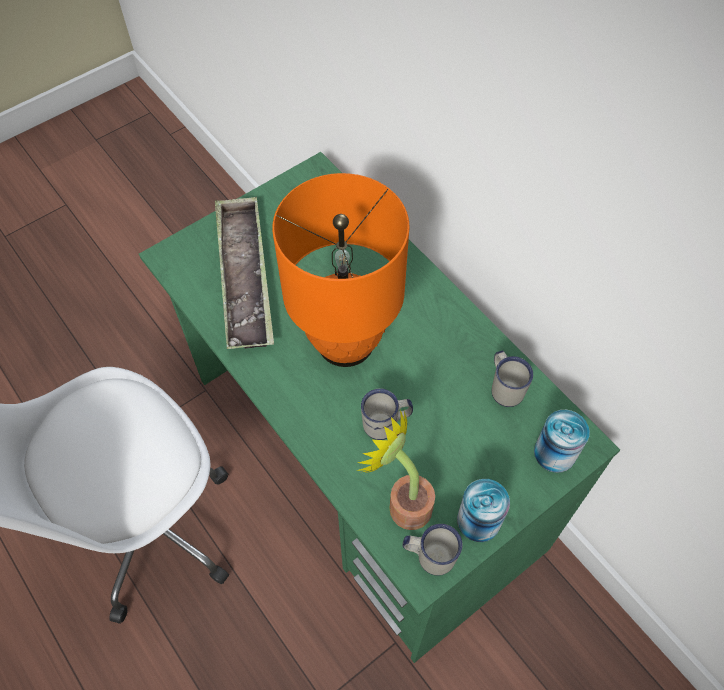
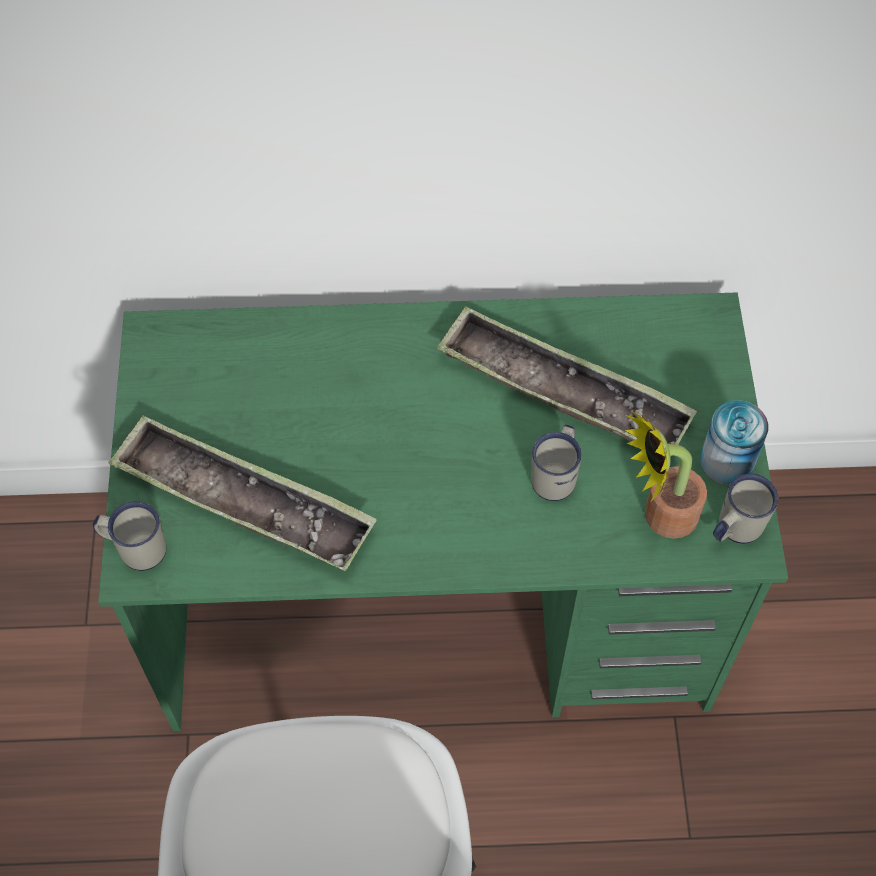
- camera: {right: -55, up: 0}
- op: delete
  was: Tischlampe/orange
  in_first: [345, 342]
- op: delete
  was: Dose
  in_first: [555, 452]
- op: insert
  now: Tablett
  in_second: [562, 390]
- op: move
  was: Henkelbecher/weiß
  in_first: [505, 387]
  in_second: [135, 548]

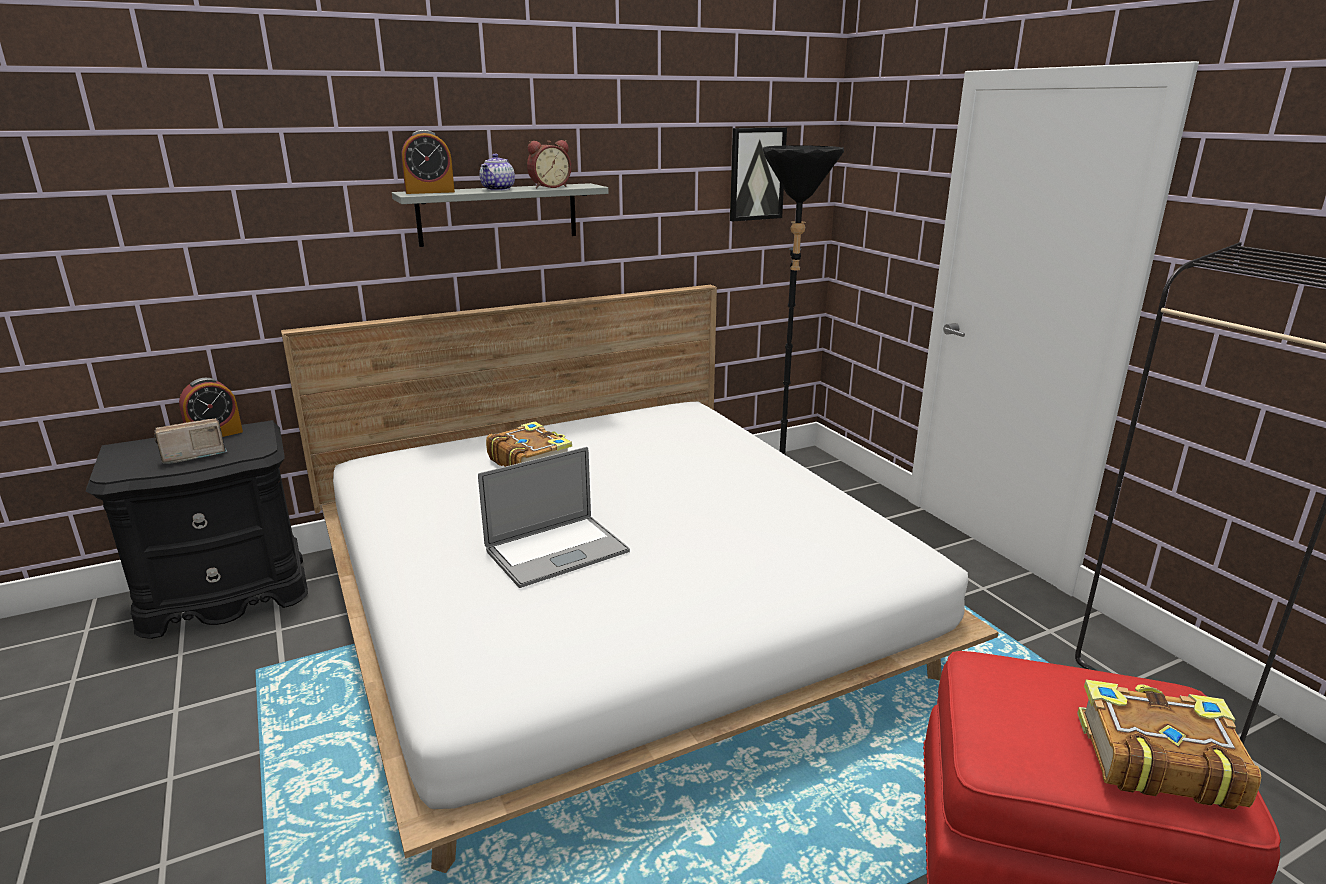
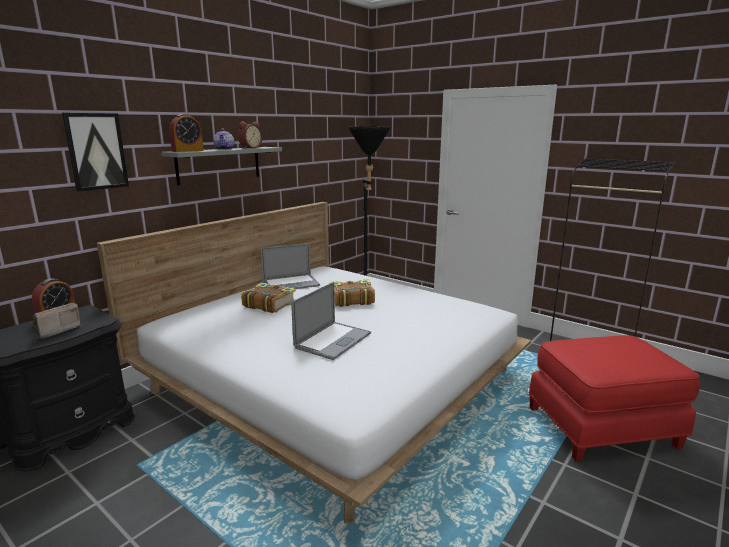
- camera: {right: -25, up: -5}
- op: insert
  now: Laptop
  in_second: [291, 284]
- op: move
  was: Bild
  in_first: [756, 174]
  in_second: [96, 151]
- op: move
  was: Buch
  in_first: [1155, 759]
  in_second: [351, 299]

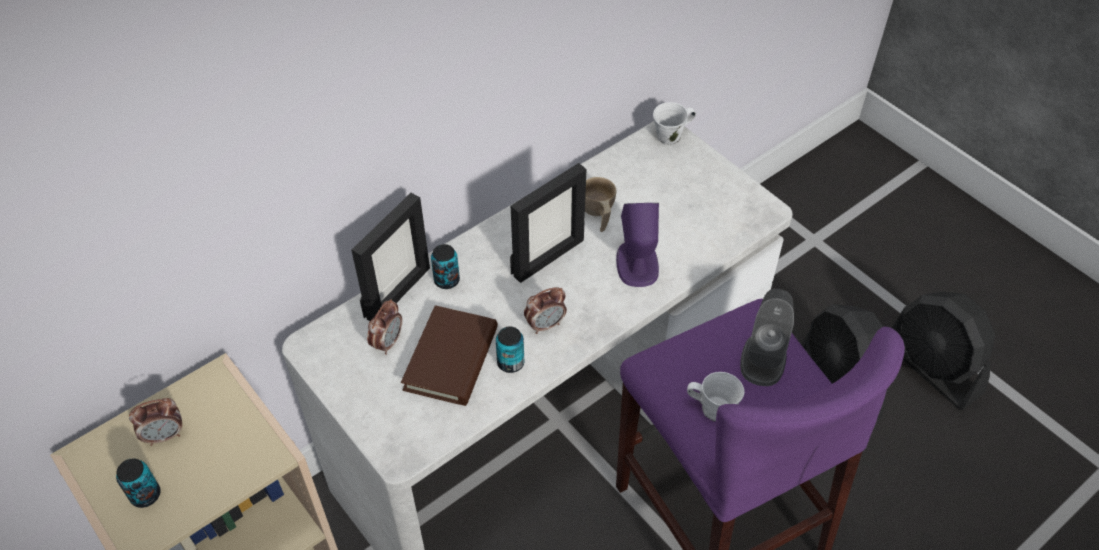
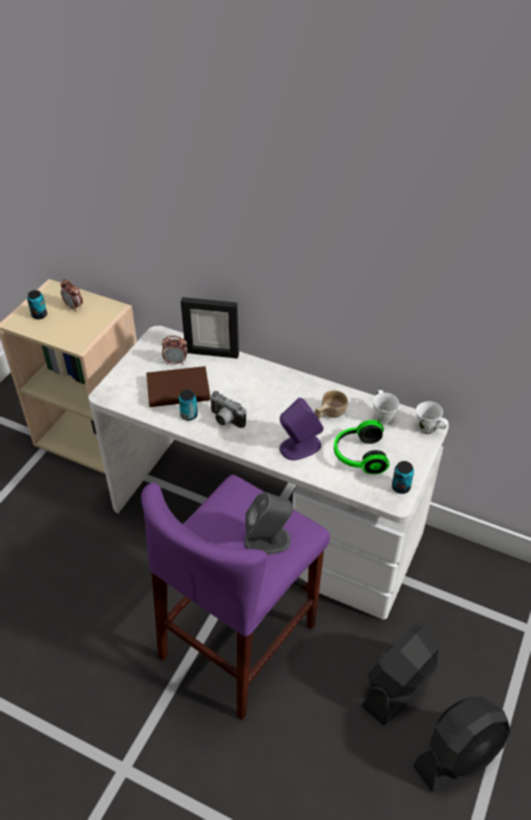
- camera: {right: 65, up: -5}
- op: delete
  was: Bilderrahmen
  in_first: [547, 257]
- op: insert
  now: Kopfhörer
  in_second: [358, 456]
- op: move
  was: Dose
  in_first: [447, 280]
  in_second: [401, 487]
- op: move
  was: Henkelbecher/weiß
  in_first: [714, 408]
  in_second: [382, 417]
- op: replace
  was: Wecker
  now: Kamera
  in_first: [545, 325]
  in_second: [225, 420]
- op: rotate
  was: Ventilator/schwarz
  in_first: [932, 368]
  in_second: [458, 755]
  clockwise: -150

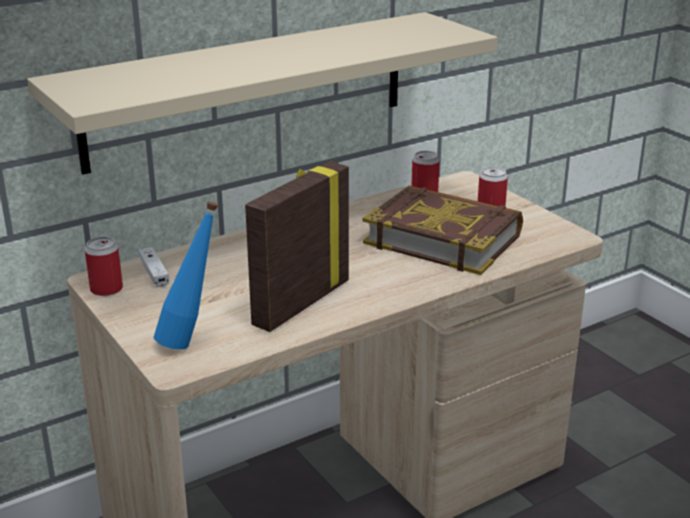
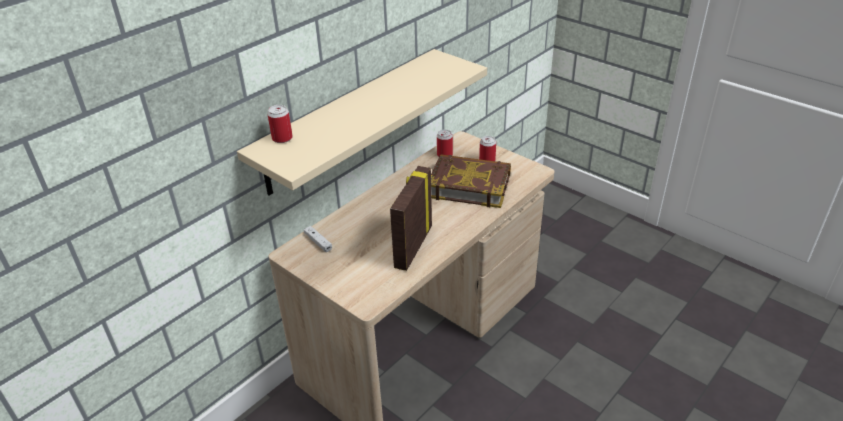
- camera: {right: -15, up: 10}
- op: delete
  was: Flasche/blau
  in_first: [191, 340]
- op: move
  was: Dose
  in_first: [106, 289]
  in_second: [282, 138]

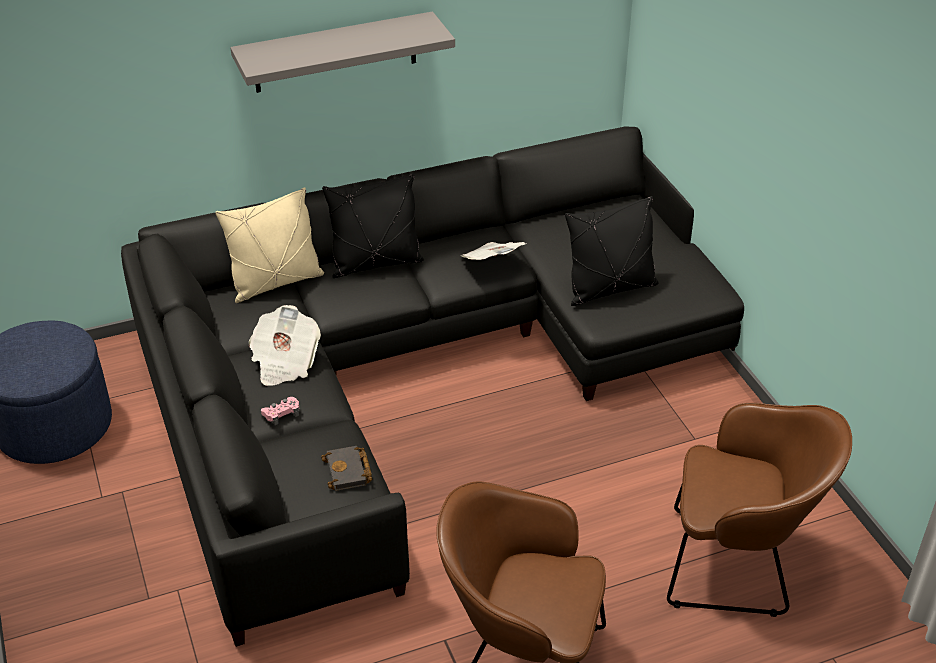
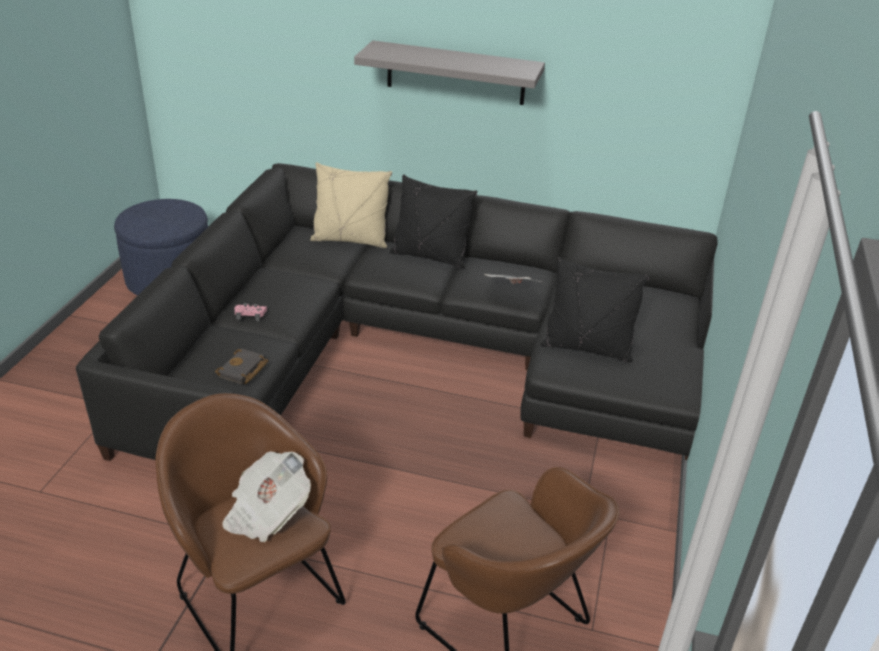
- camera: {right: 35, up: -5}
- op: move
  was: Zeitung
  in_first: [284, 362]
  in_second: [266, 512]

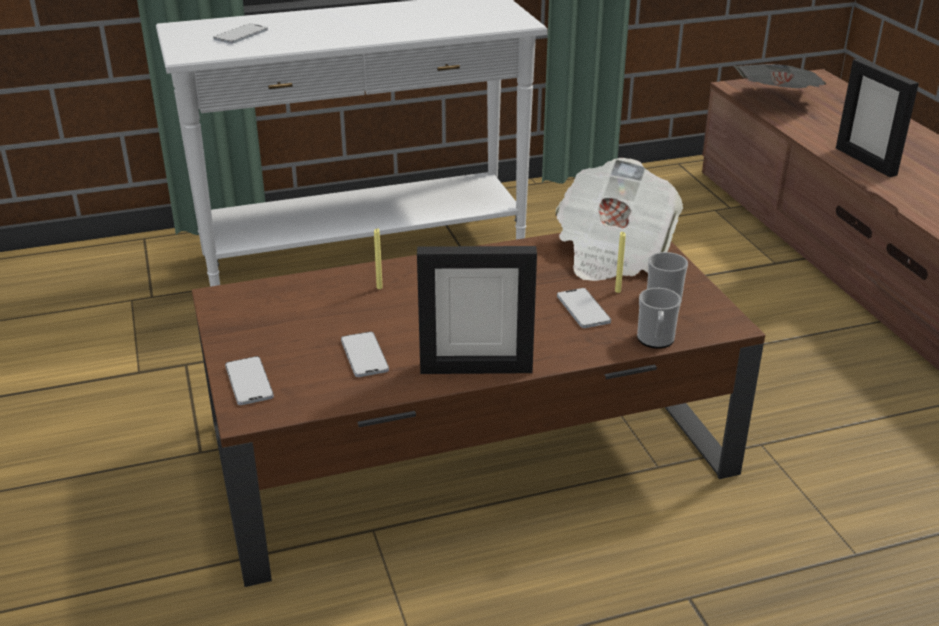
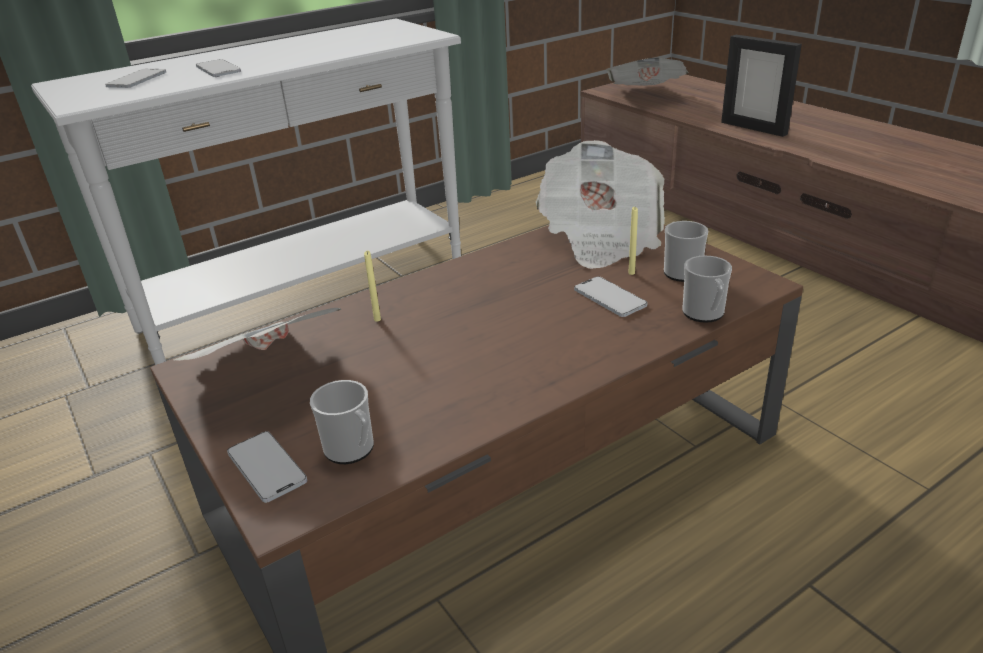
- camera: {right: -15, up: 0}
- op: delete
  was: Bilderrahmen
  in_first: [476, 368]
- op: insert
  now: Zeitung
  in_second: [269, 371]
- op: insert
  now: Henkelbecher
  in_second: [352, 450]
- op: move
  was: Handy
  in_first: [364, 356]
  in_second: [218, 70]

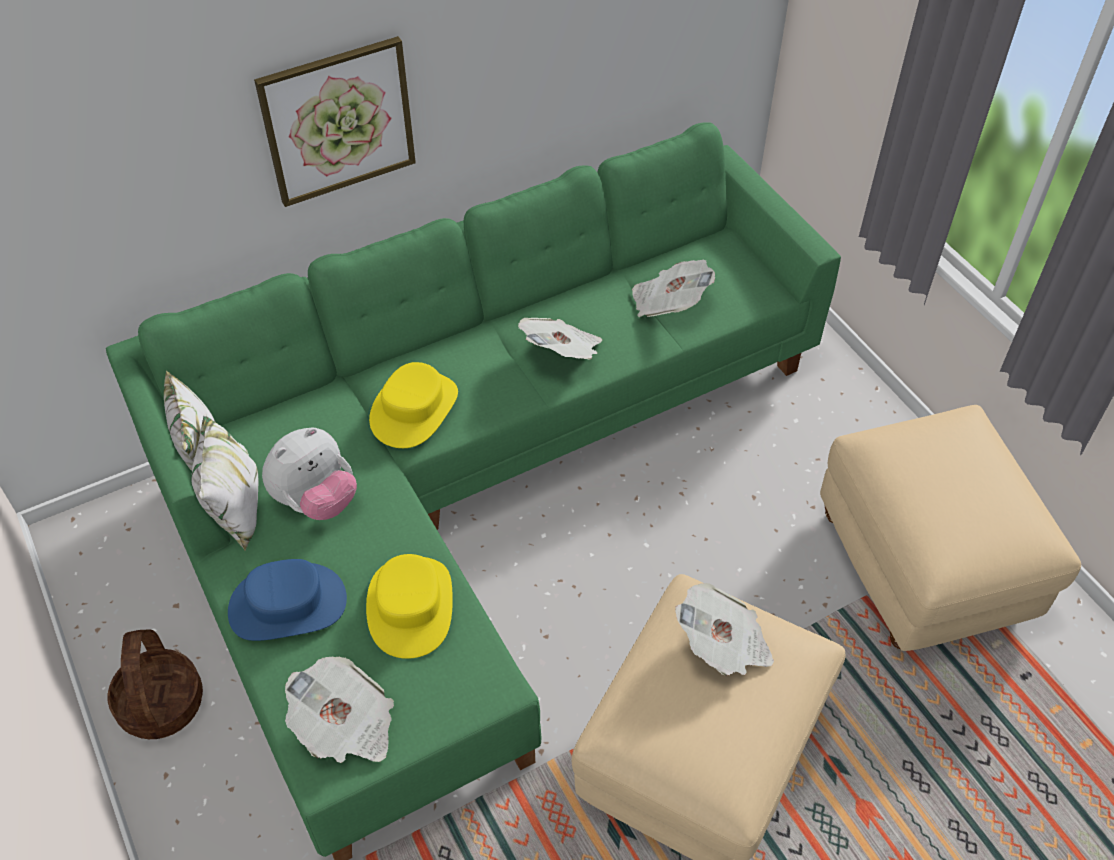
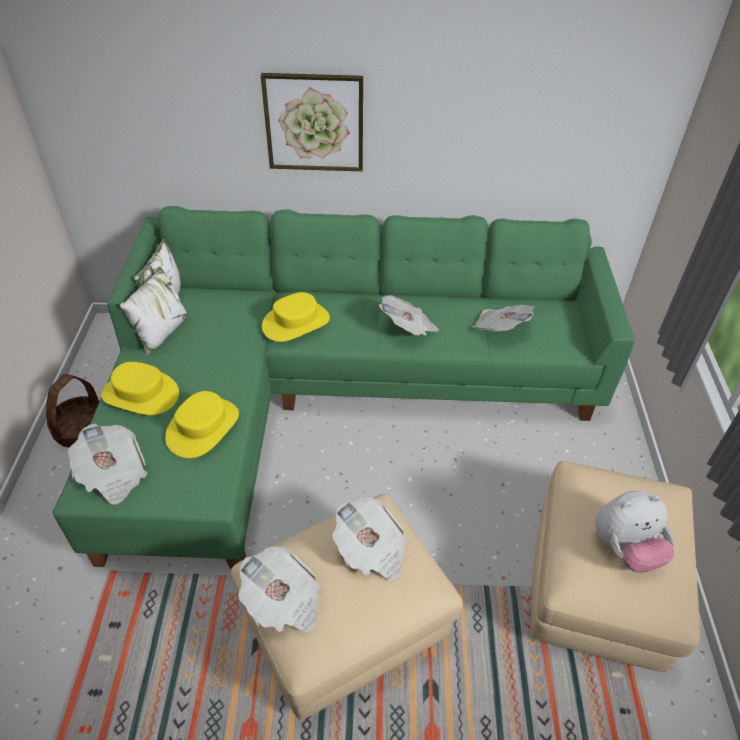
- camera: {right: 30, up: -5}
- op: insert
  now: Zeitung
  in_second: [284, 602]
- op: move
  was: Plüschtier
  in_first: [316, 500]
  in_second: [625, 548]
- op: recolor
  was: Hut/blau
  now: Hut/gelb
  in_first: [288, 605]
  in_second: [141, 393]

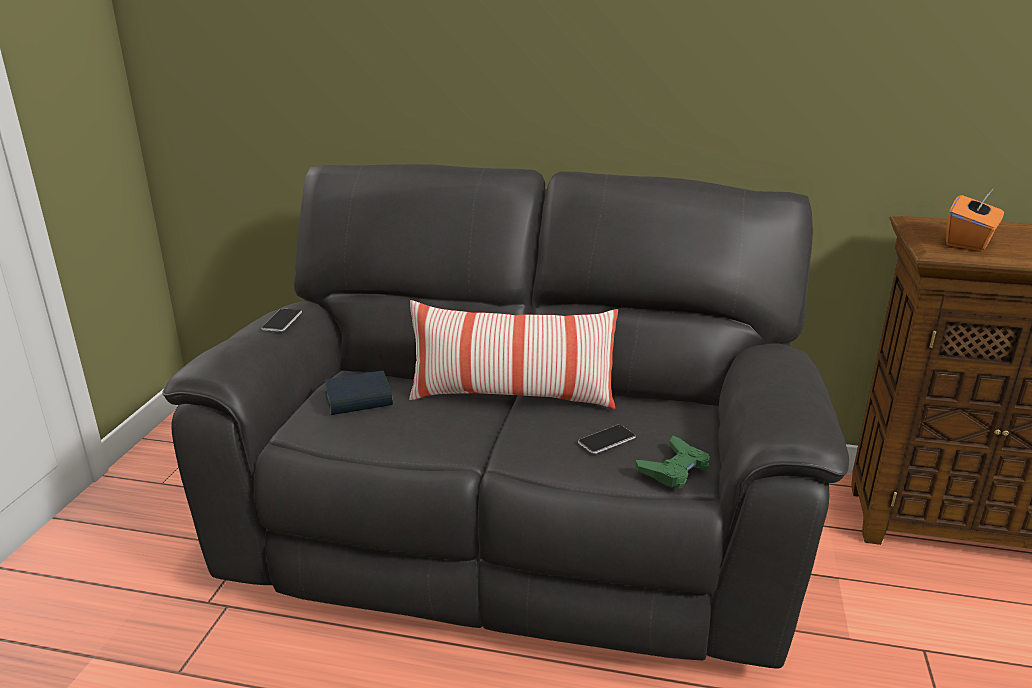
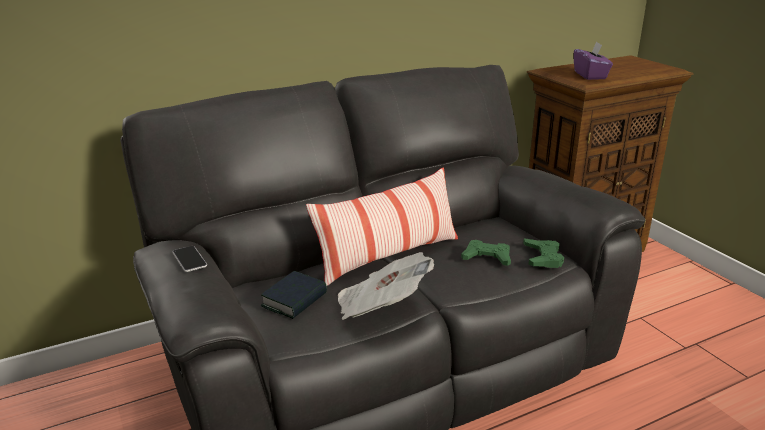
- camera: {right: -40, up: 0}
- op: insert
  now: Zeitung
  in_second: [381, 307]
- op: replace
  was: Handy
  now: Gamepad/grün
  in_first: [606, 440]
  in_second: [487, 257]
- op: recolor
  was: Taschentuchbox/orange
  now: Taschentuchbox/lila
  in_first: [969, 241]
  in_second: [590, 75]

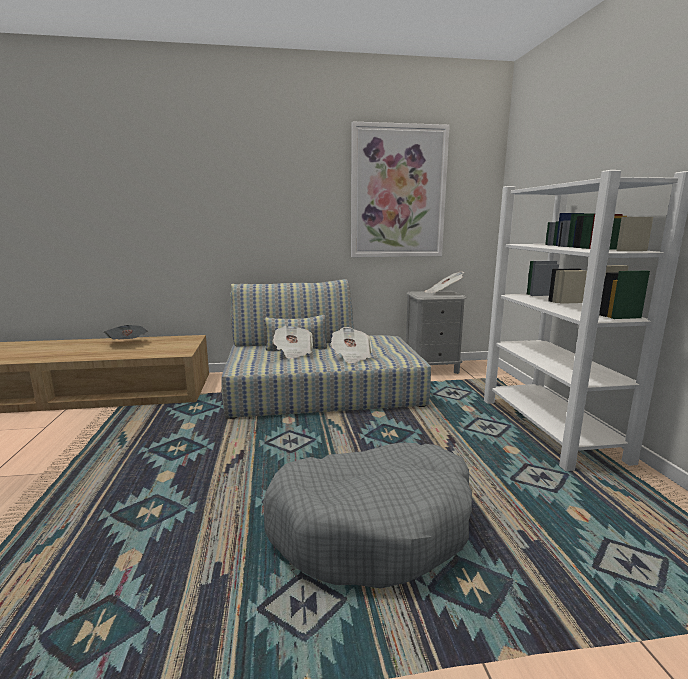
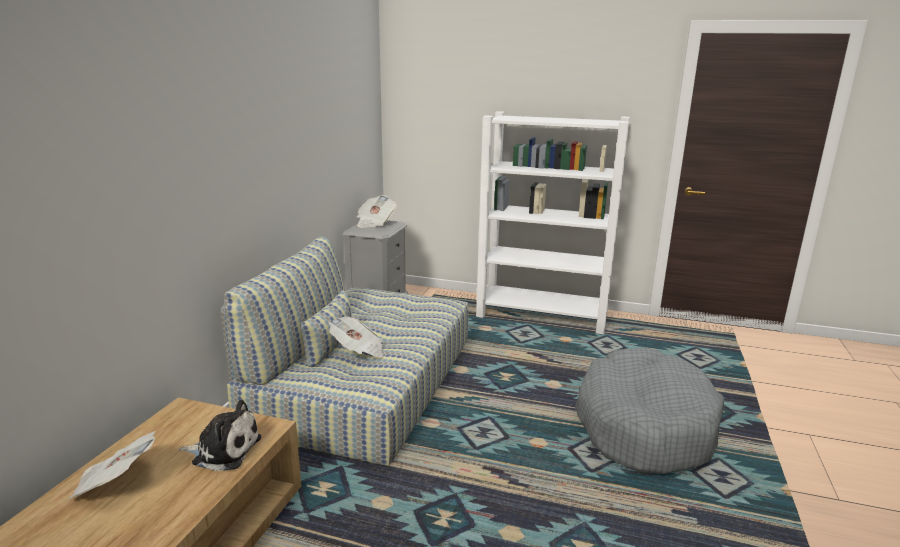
- camera: {right: -65, up: 5}
- op: delete
  was: Zeitung
  in_first: [351, 356]
- op: delete
  was: Bild
  in_first: [398, 192]
- op: insert
  now: Plüschtier
  in_second: [223, 450]

